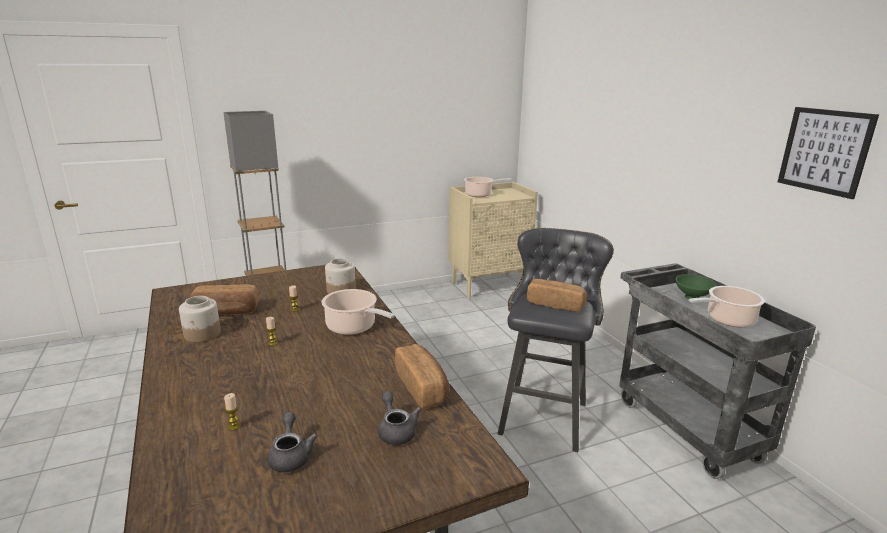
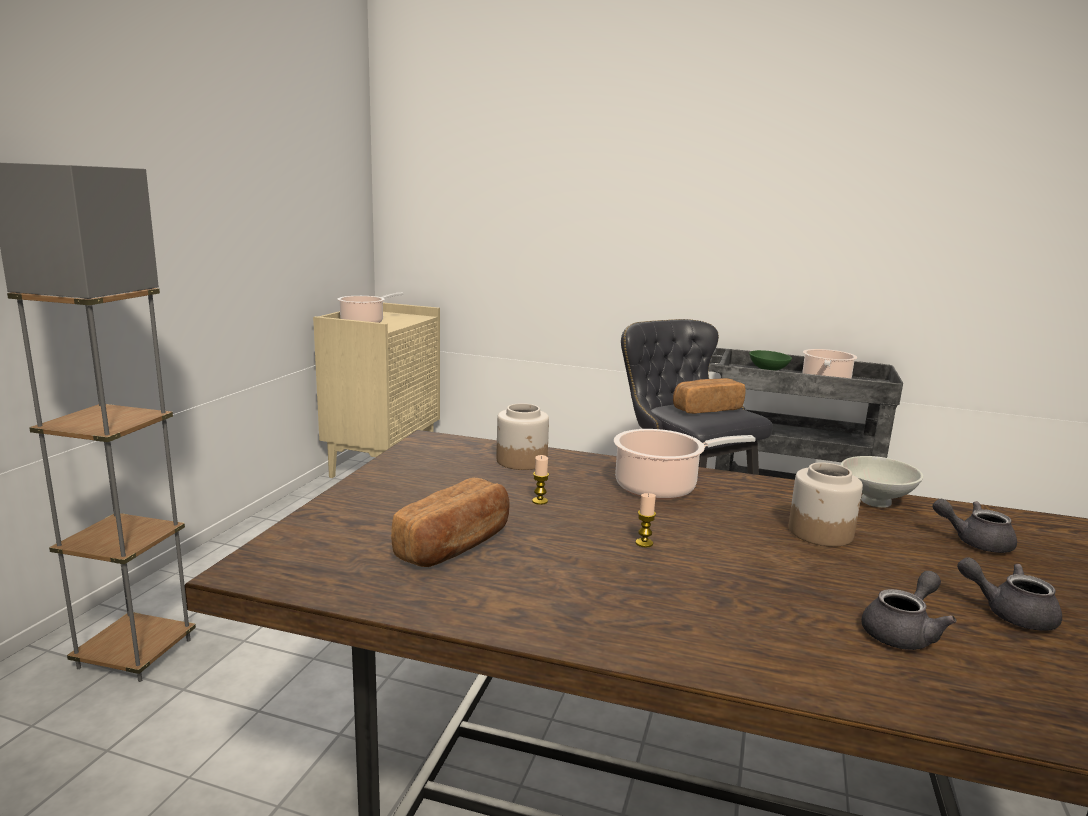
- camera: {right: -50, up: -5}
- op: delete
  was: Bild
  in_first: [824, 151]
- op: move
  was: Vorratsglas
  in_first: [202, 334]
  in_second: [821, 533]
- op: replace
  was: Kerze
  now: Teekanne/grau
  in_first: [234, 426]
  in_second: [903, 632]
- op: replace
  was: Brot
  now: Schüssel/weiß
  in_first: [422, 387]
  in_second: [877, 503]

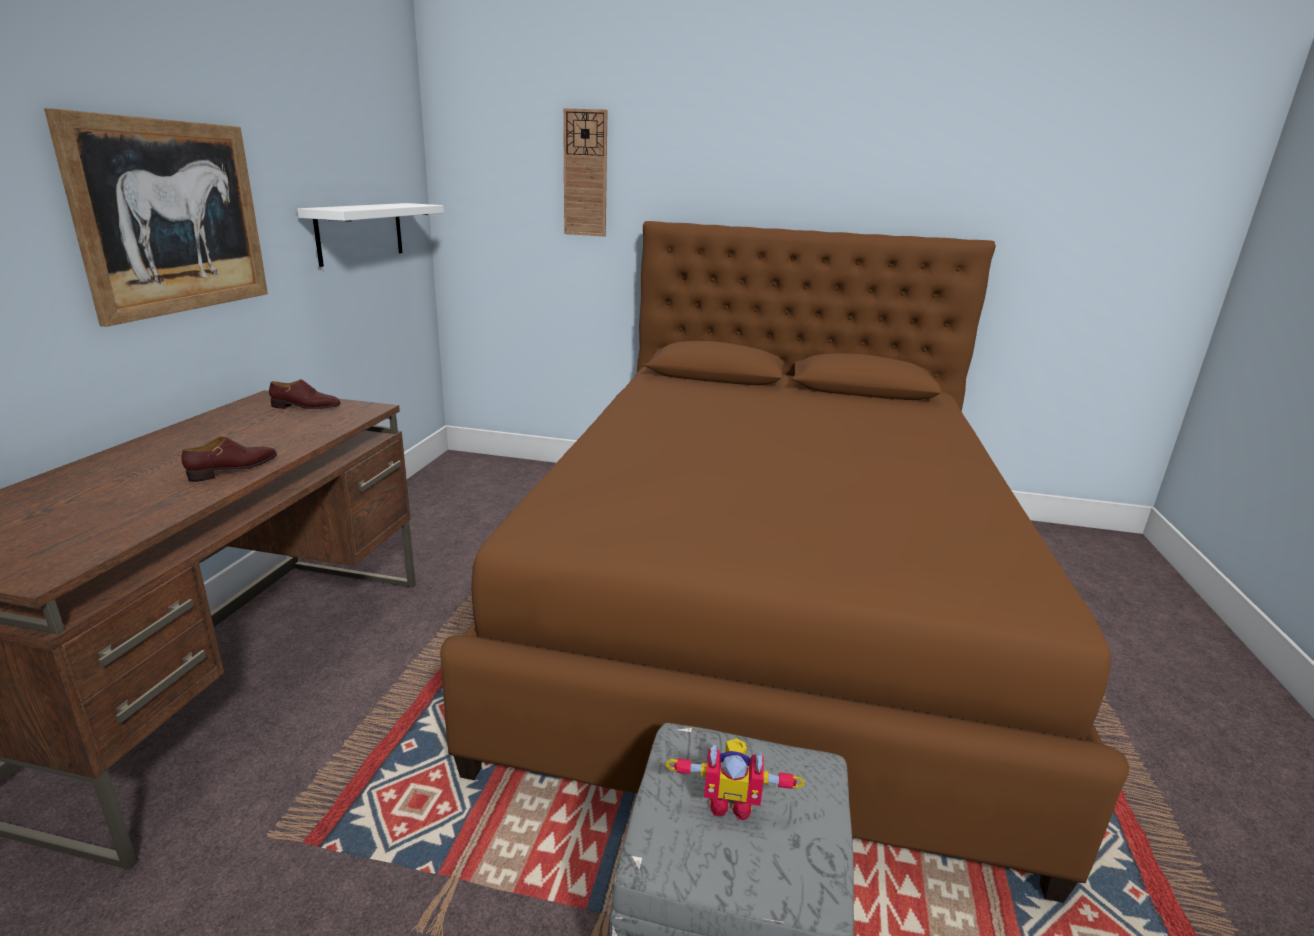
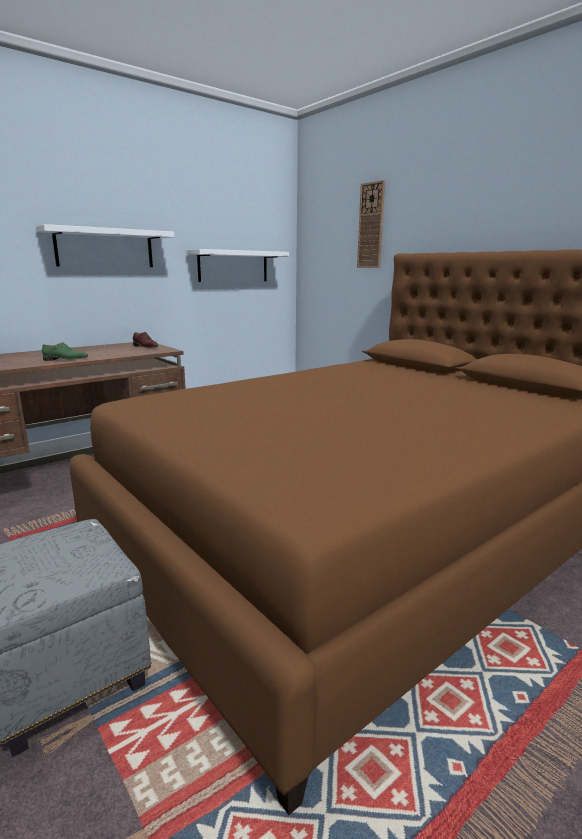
- camera: {right: 40, up: -5}
- op: delete
  was: Spielzeugroboter
  in_first: [730, 802]
- op: replace
  was: Bild
  now: Wandregal/weiß
  in_first: [173, 217]
  in_second: [105, 248]
- op: recolor
  was: Schuh/braun
  now: Schuh/grün
  in_first: [234, 469]
  in_second: [66, 359]

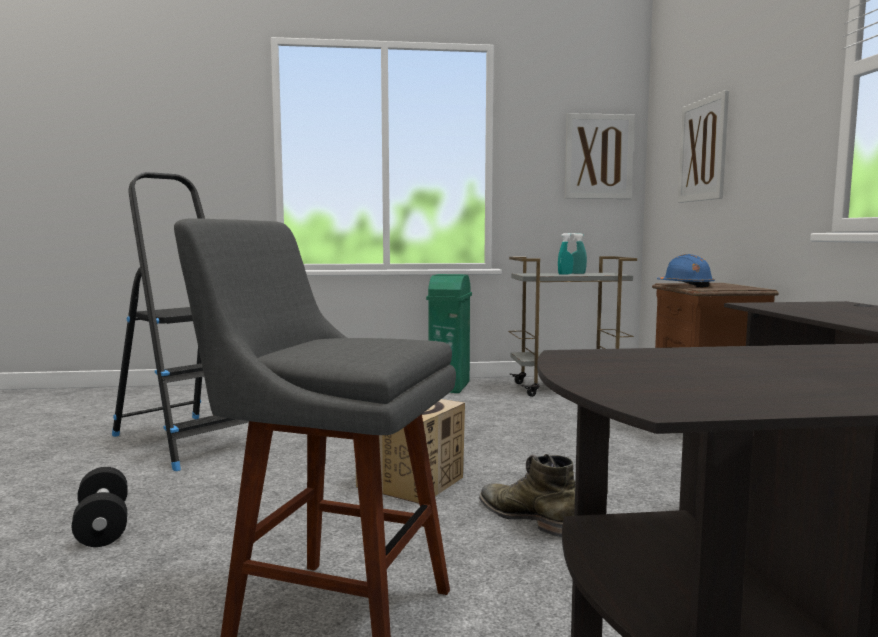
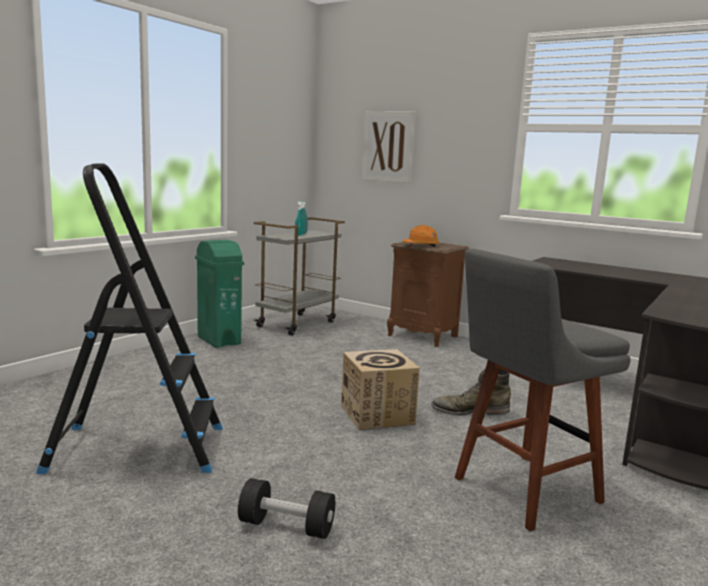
- camera: {right: -50, up: 5}
- op: delete
  was: Bild
  in_first: [598, 157]
- op: recolor
  was: Schutzhelm/blau
  now: Schutzhelm/orange
  in_first: [685, 286]
  in_second: [421, 245]

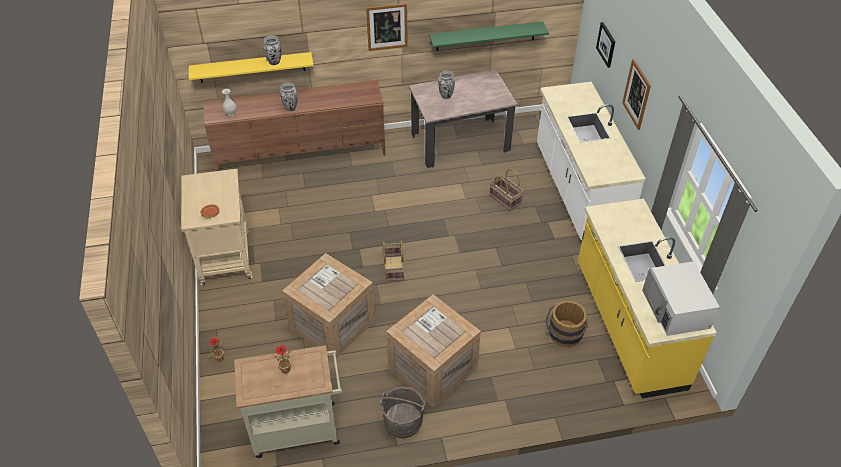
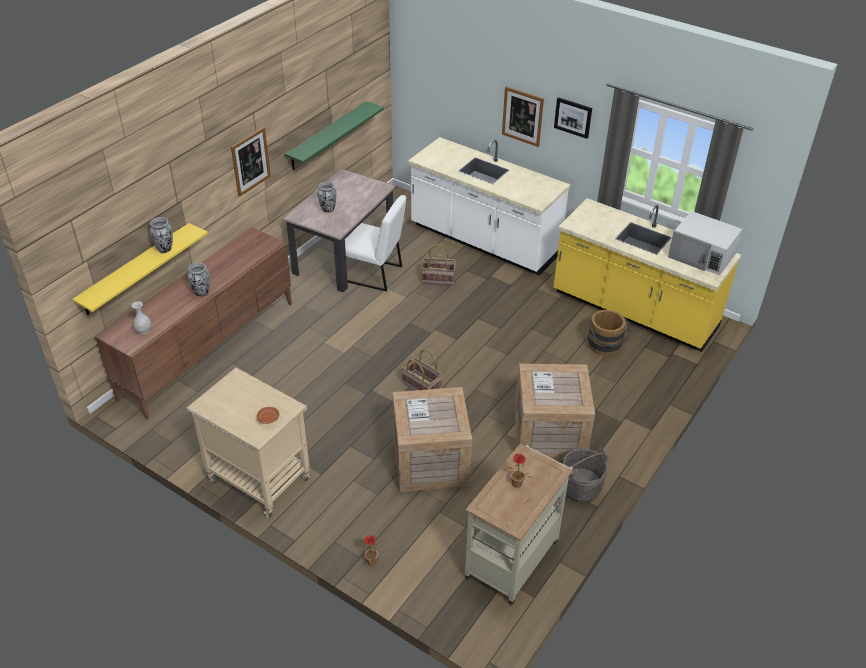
- camera: {right: -45, up: -5}
- op: insert
  now: Stuhl/weiß
  in_second: [372, 274]
- op: move
  was: Bild
  in_first: [606, 44]
  in_second: [573, 117]

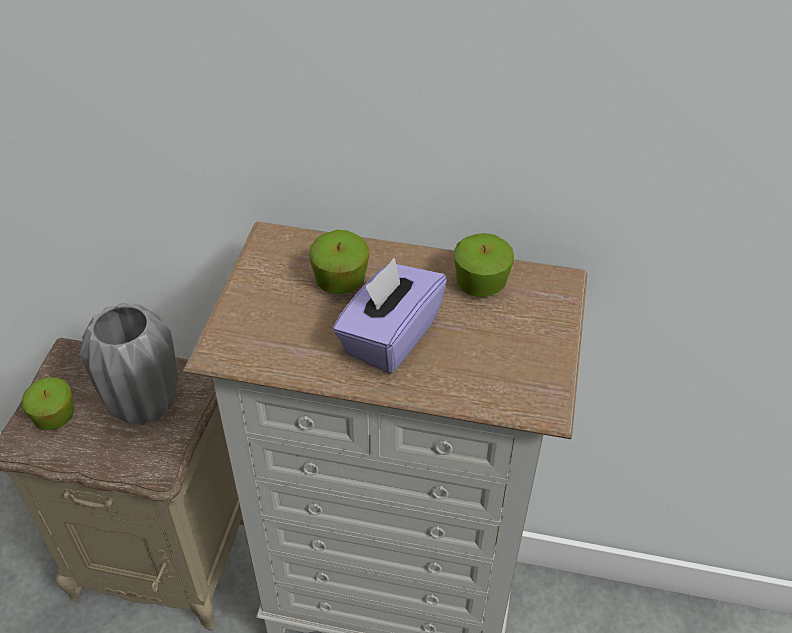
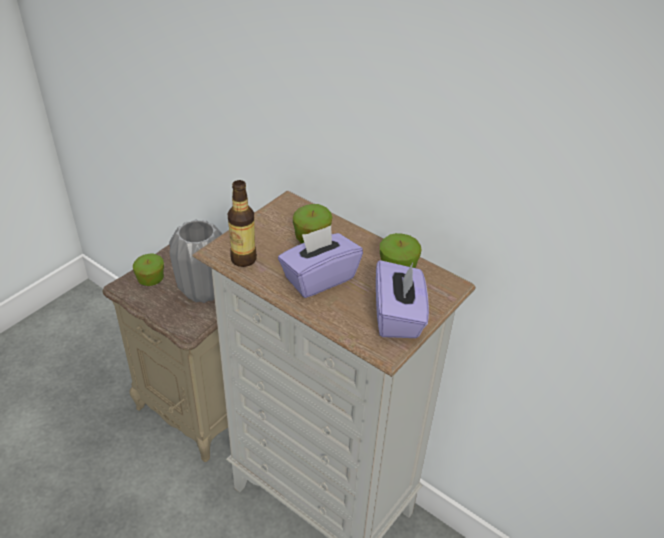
- camera: {right: 25, up: -5}
- op: insert
  now: Flasche
  in_second: [243, 259]
- op: insert
  now: Taschentuchbox/lila
  in_second: [398, 316]

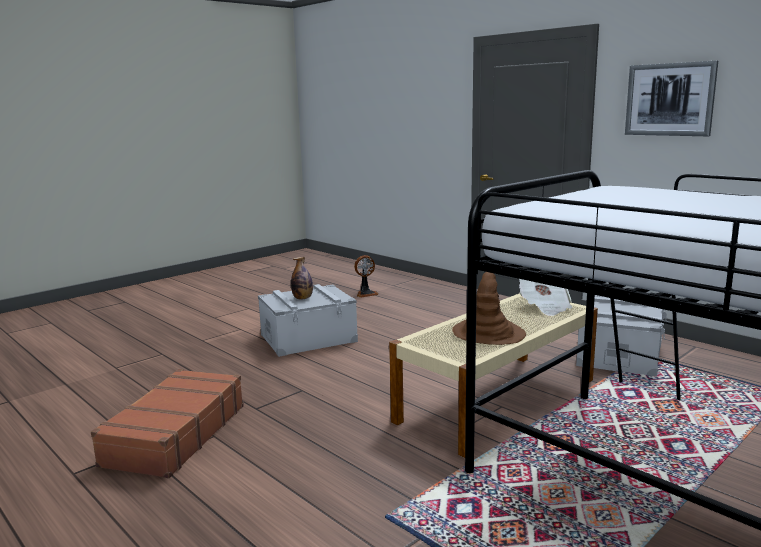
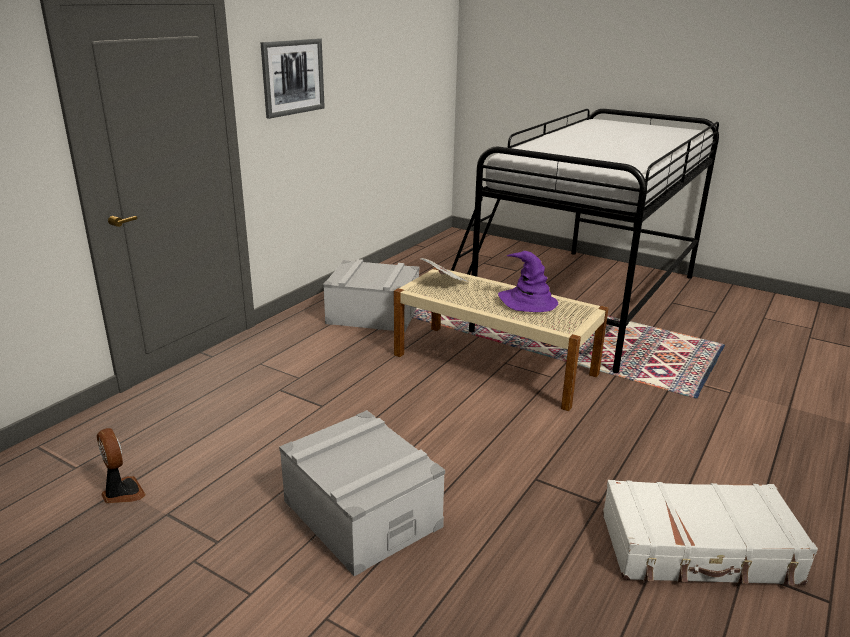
- camera: {right: -105, up: 10}
- op: delete
  was: Flasche
  in_first: [302, 298]
- op: recolor
  was: Koffer/braun
  now: Koffer/weiß
  in_first: [174, 435]
  in_second: [698, 549]
- op: recolor
  was: Hut/braun
  now: Hut/lila
  in_first: [488, 333]
  in_second: [527, 302]

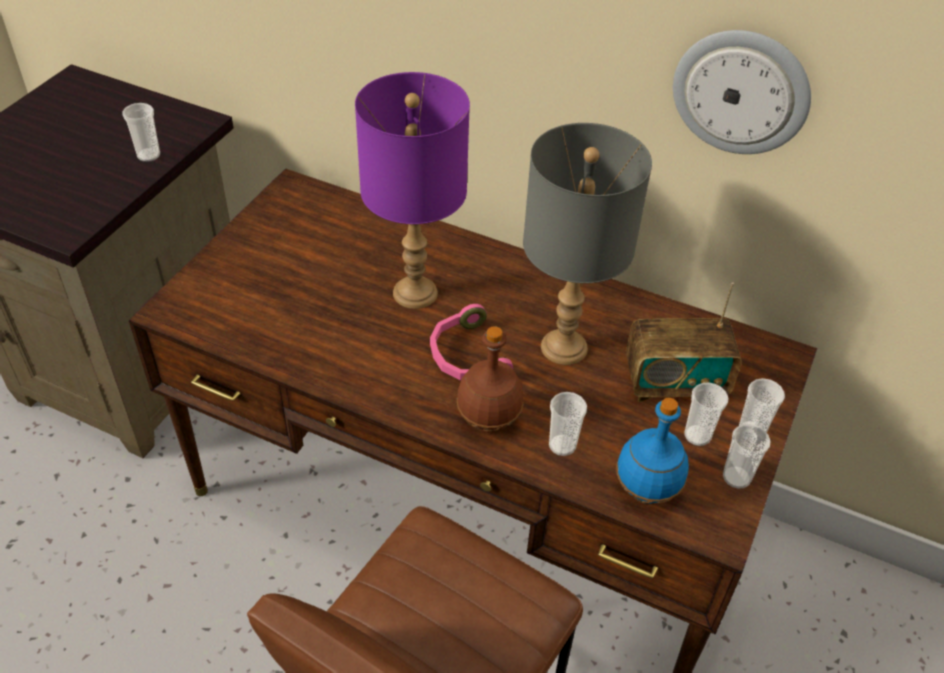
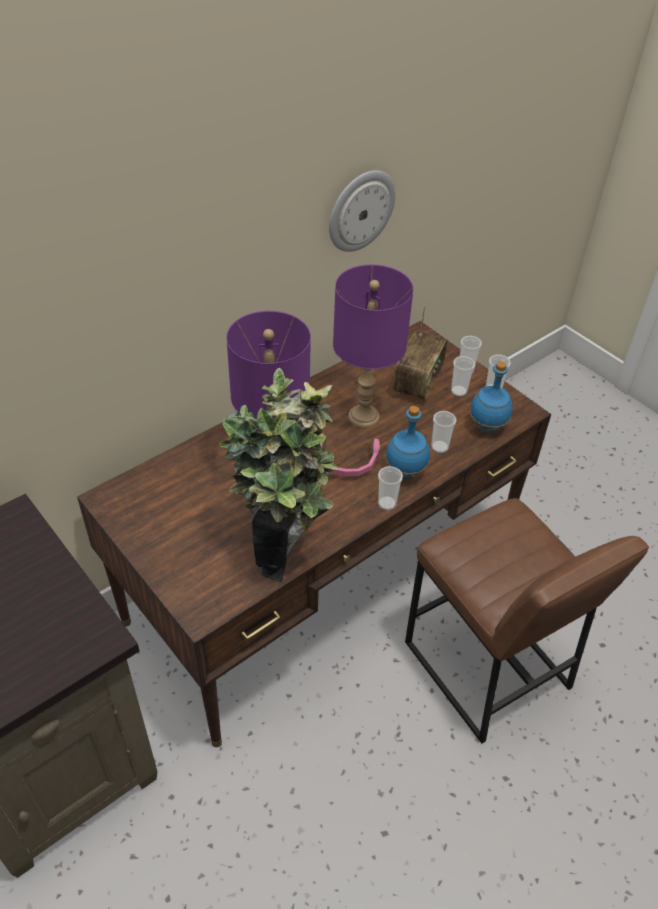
- camera: {right: -65, up: 0}
- op: insert
  now: Topfpflanze
  in_second: [284, 545]
- op: move
  was: Tasse
  in_first: [148, 155]
  in_second: [387, 503]
- op: recolor
  was: Flasche/braun
  now: Flasche/blau
  in_first: [489, 421]
  in_second: [405, 471]
- op: recolor
  was: Tischlampe/grau
  now: Tischlampe/lila
  in_first: [563, 347]
  in_second: [363, 416]

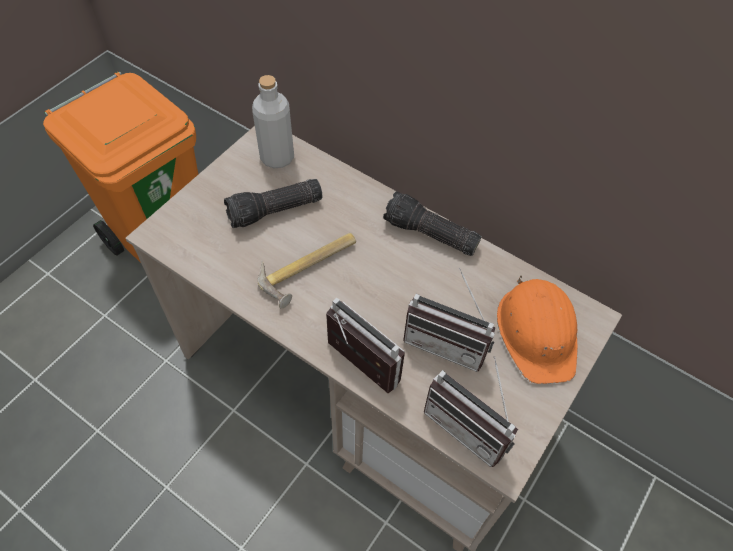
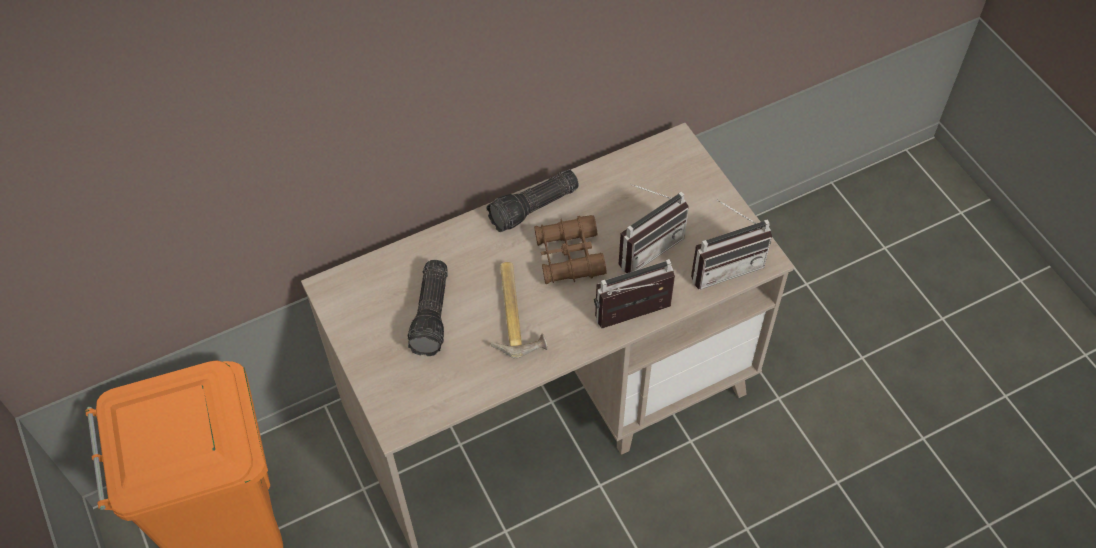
- camera: {right: -60, up: 0}
- op: delete
  was: Flasche/grau
  in_first: [277, 157]
- op: delete
  was: Schutzhelm/orange
  in_first: [537, 332]
- op: insert
  now: Fernglas/braun
  in_second: [569, 256]

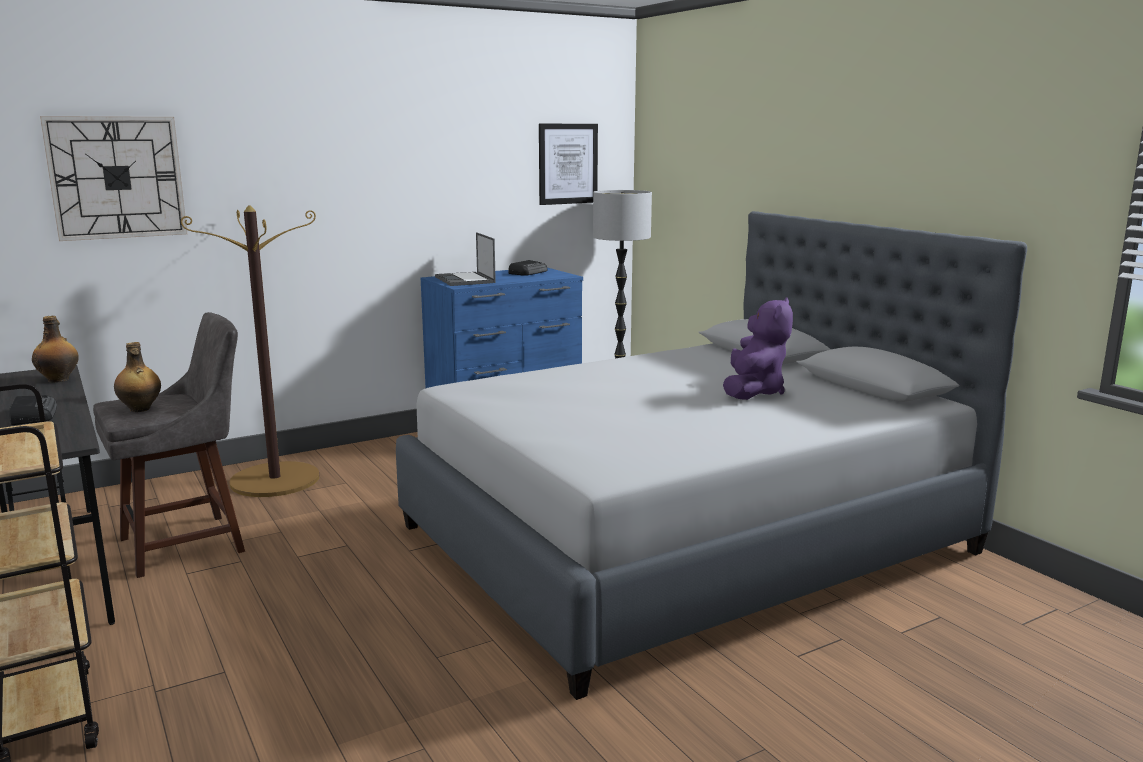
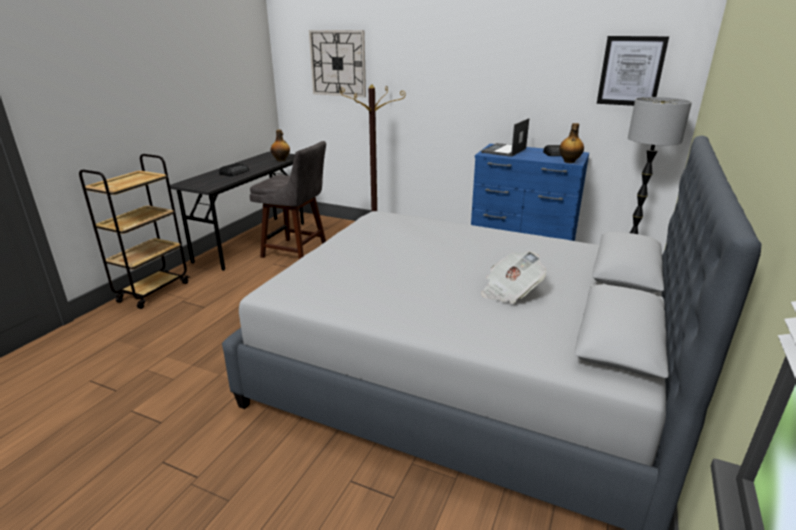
- camera: {right: 55, up: 10}
- op: move
  was: Flasche
  in_first: [140, 409]
  in_second: [569, 161]
- op: replace
  was: Plüschtier/lila
  now: Zeitung
  in_first: [753, 392]
  in_second: [510, 291]

